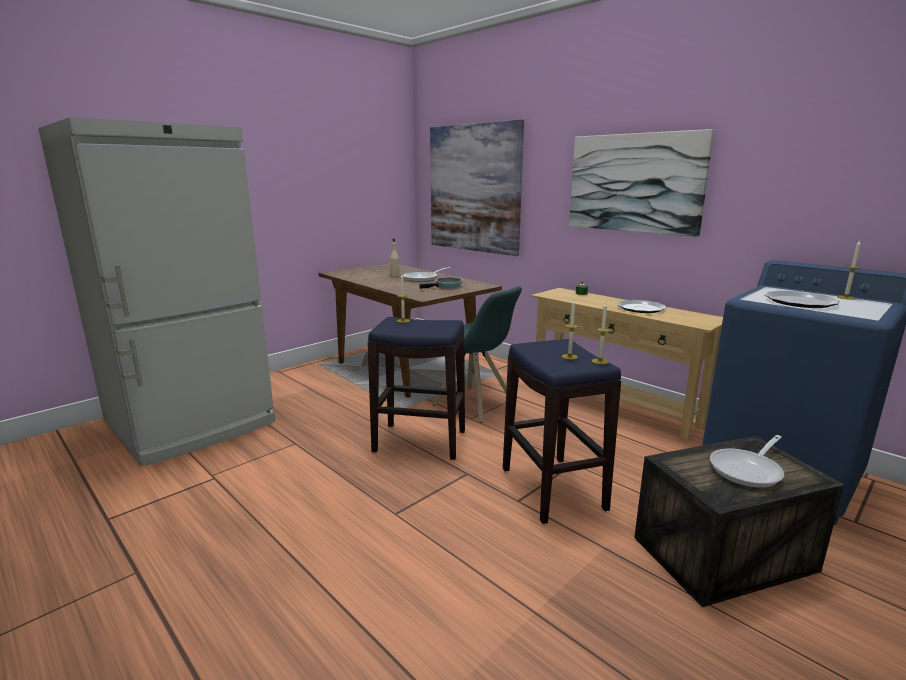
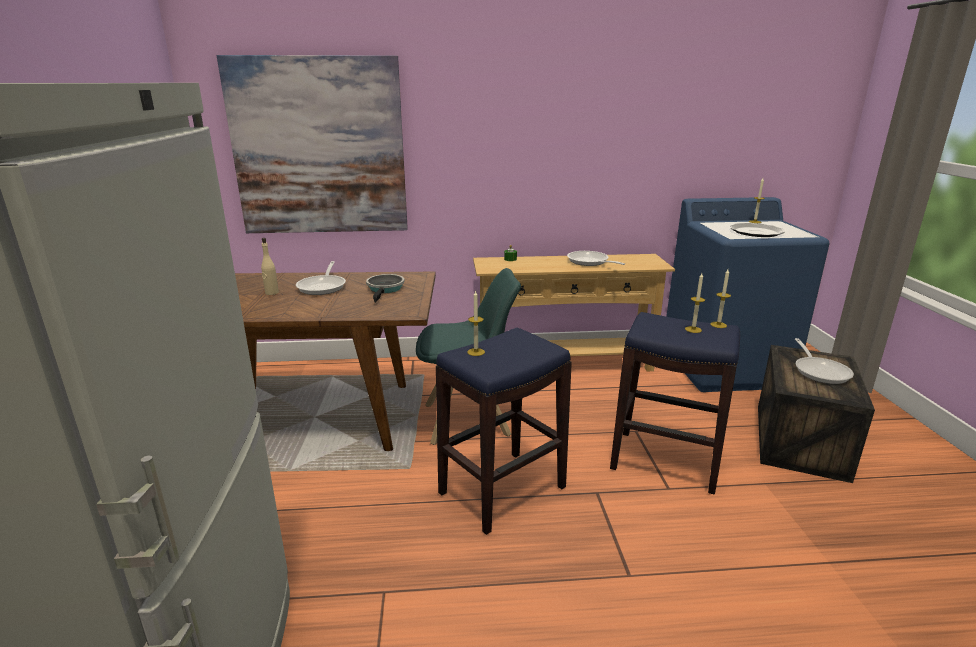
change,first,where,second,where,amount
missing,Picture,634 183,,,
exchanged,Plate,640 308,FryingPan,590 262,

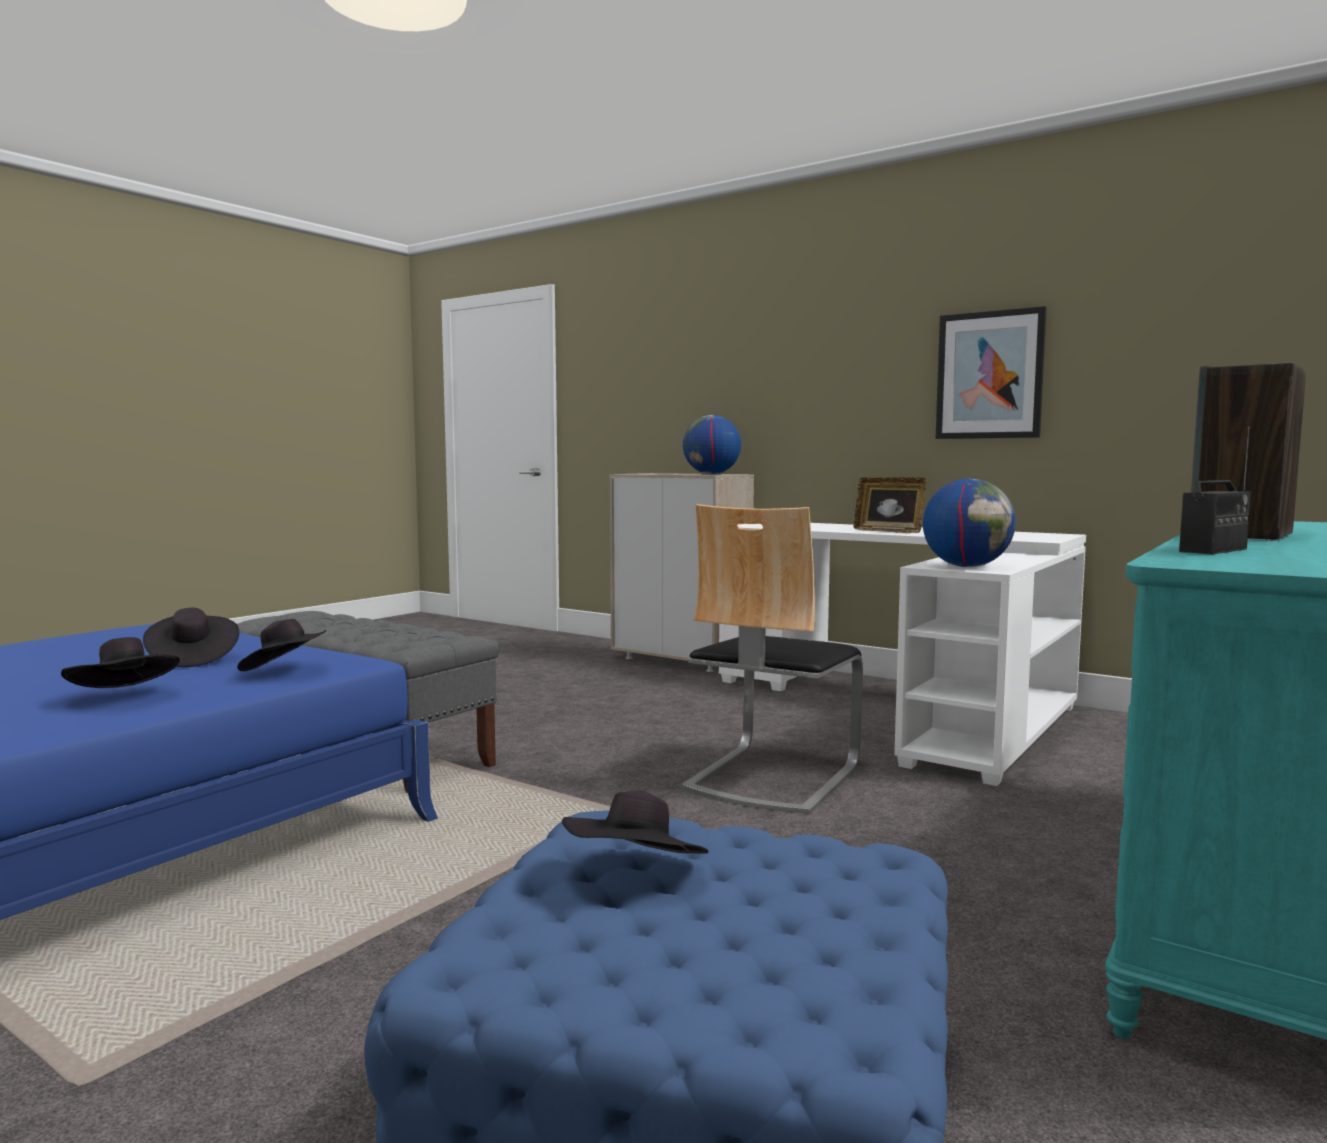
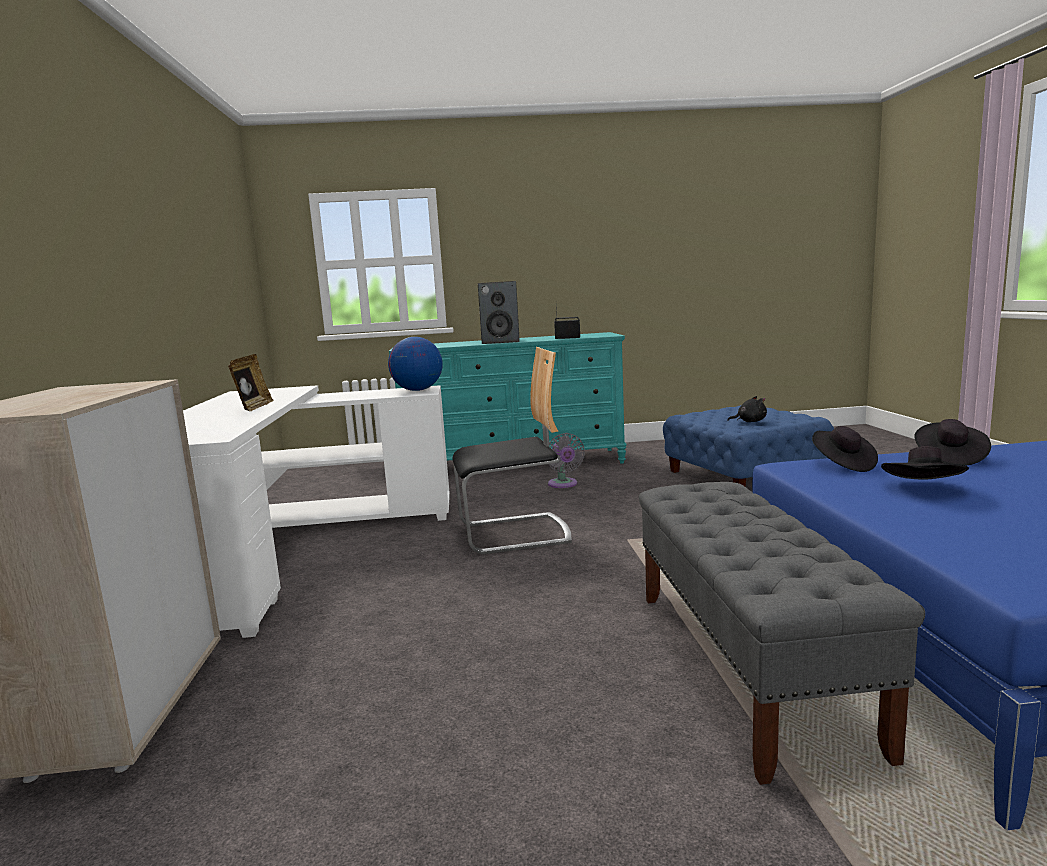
change,first,where,second,where,amount
missing,Globe,711 474,,,
missing,Picture,989 375,,,
appeared,,,GreyFan,563 484,
exchanged,BlackHat,636 875,BlackPlushToy,749 421,

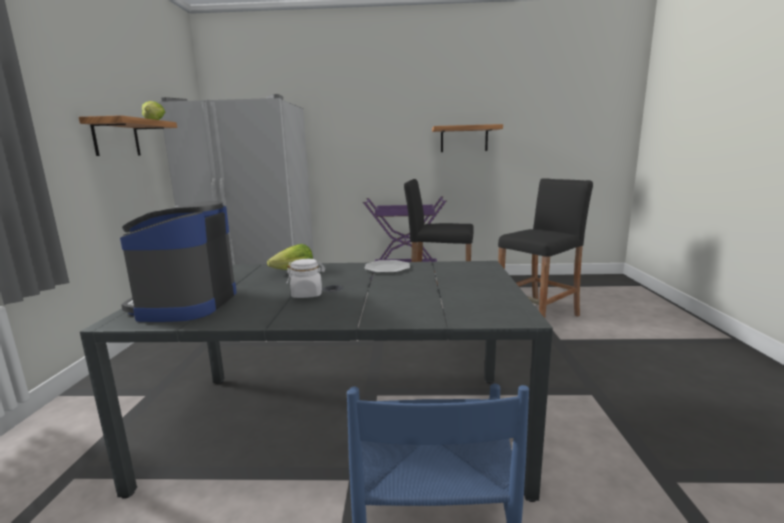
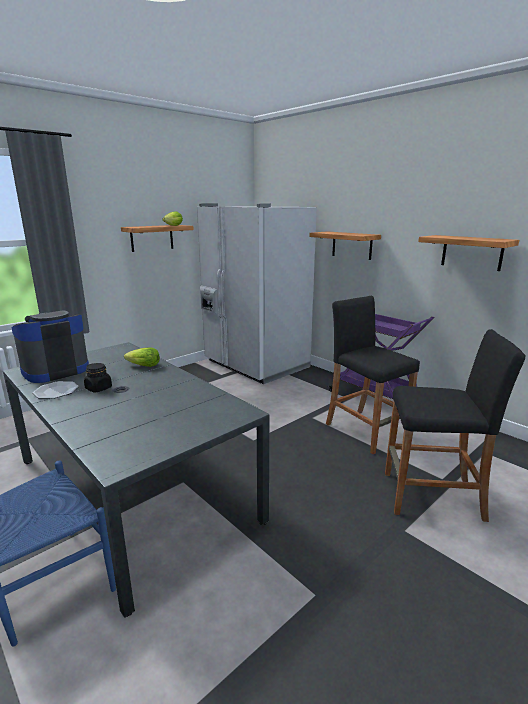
change,first,where,second,where,amount
appeared,,,Shelf,352 245,
relocated,Plate,387 268,,56 391,
colour,WhiteJar,307 294,BlackJar,99 388,

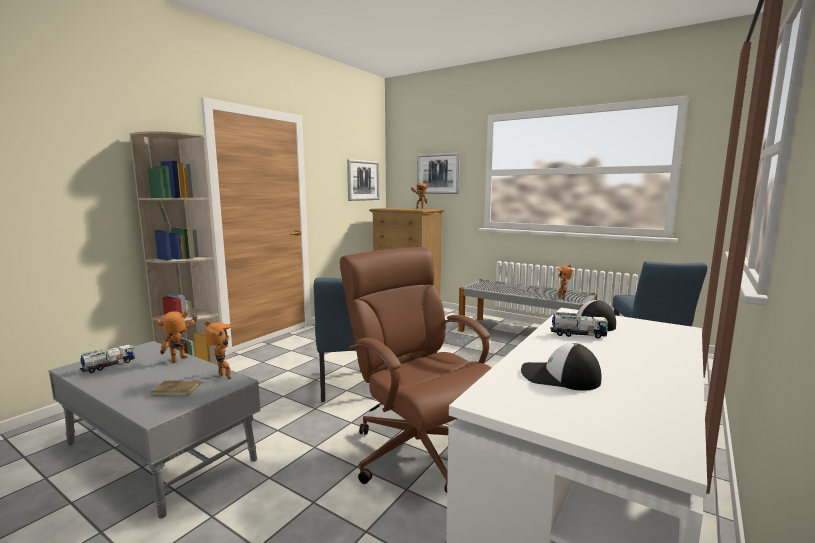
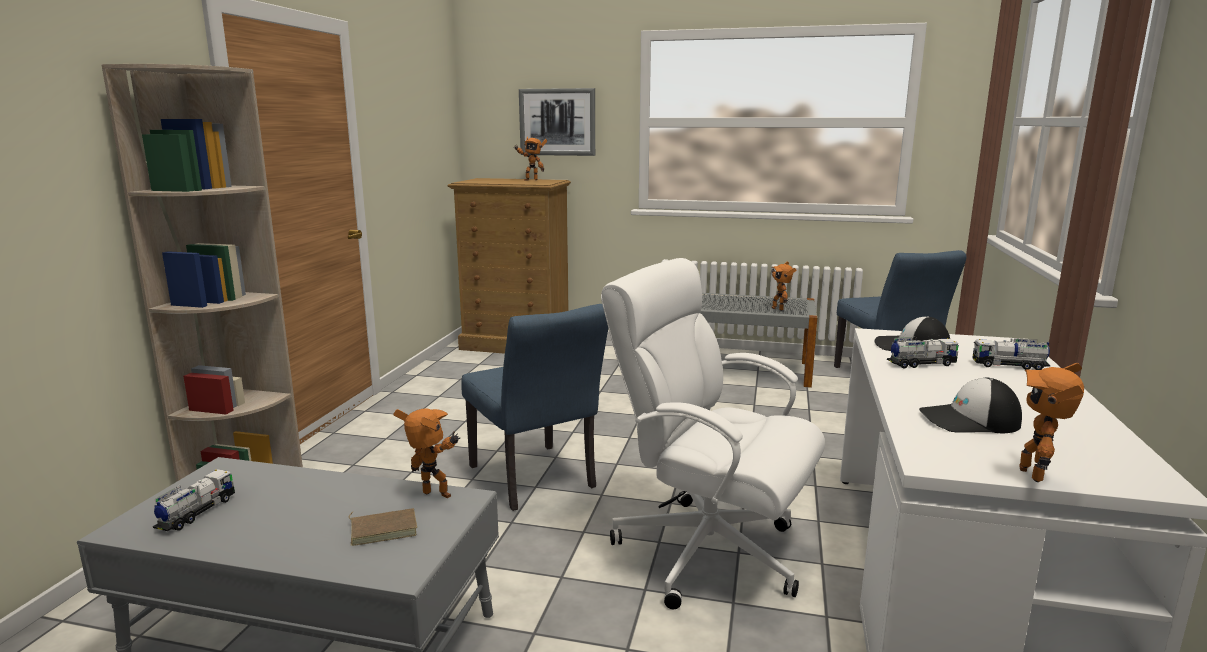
change,first,where,second,where,amount
missing,Picture,363 180,,,
appeared,,,ToyTruck,1009 366,
relocated,ToyRobot,181 360,,1035 474,
colour,BrownOfficeChair,418 452,WhiteOfficeChair,709 553,

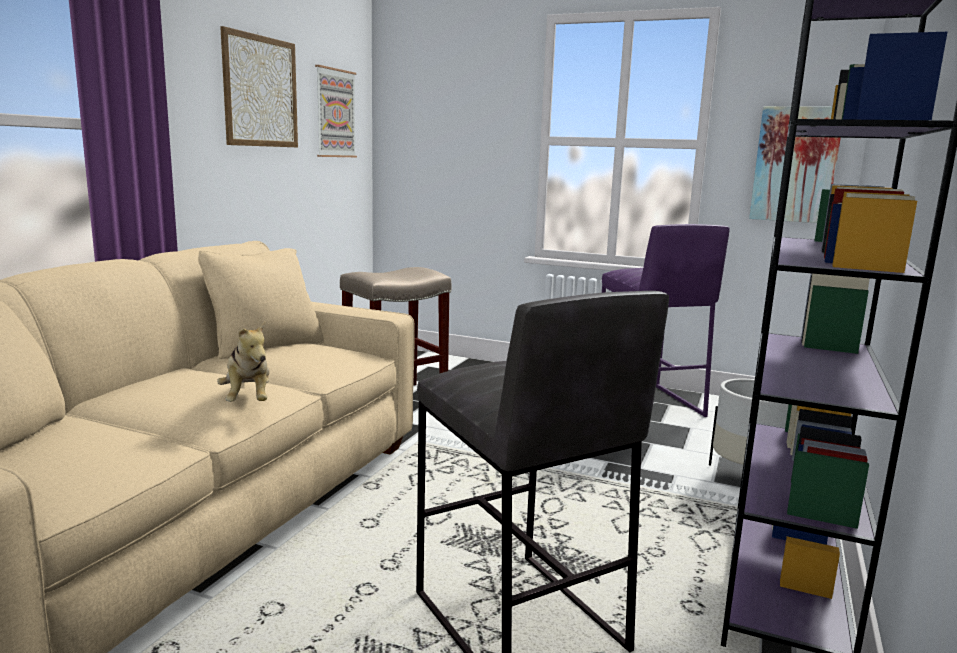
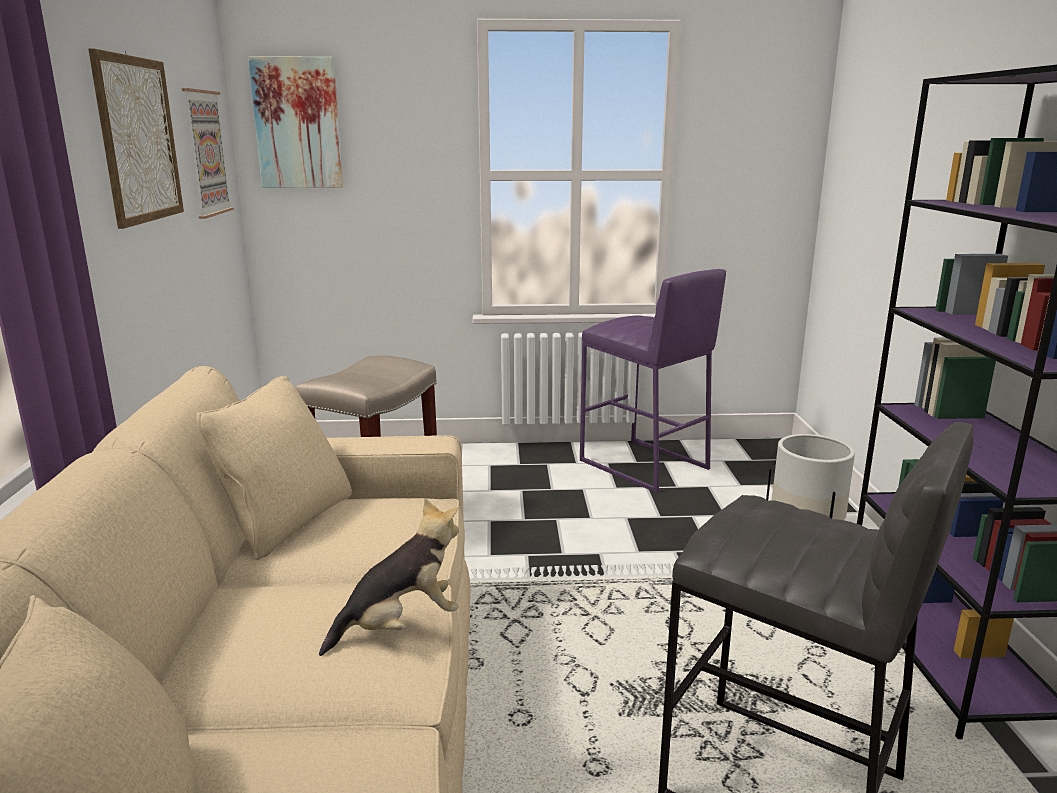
change,first,where,second,where,amount
relocated,Picture,795 164,,298 123,
spun,PlushToy,248 400,,400 626,75 degrees counterclockwise

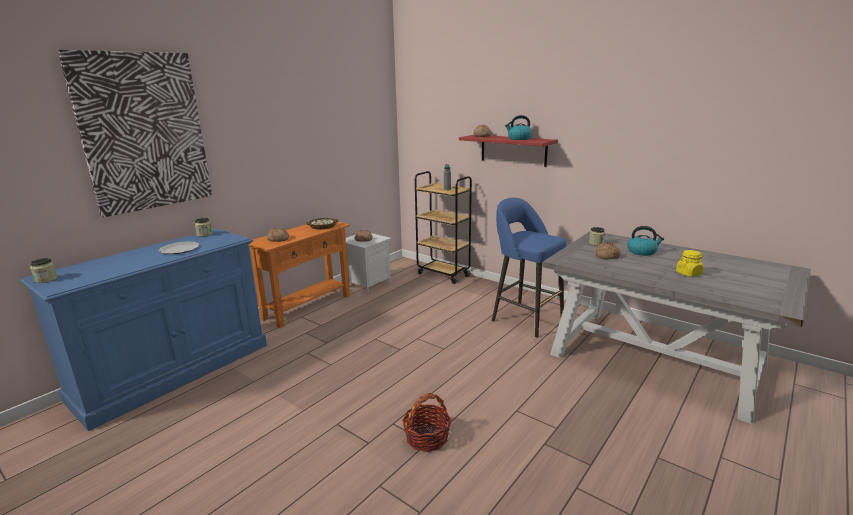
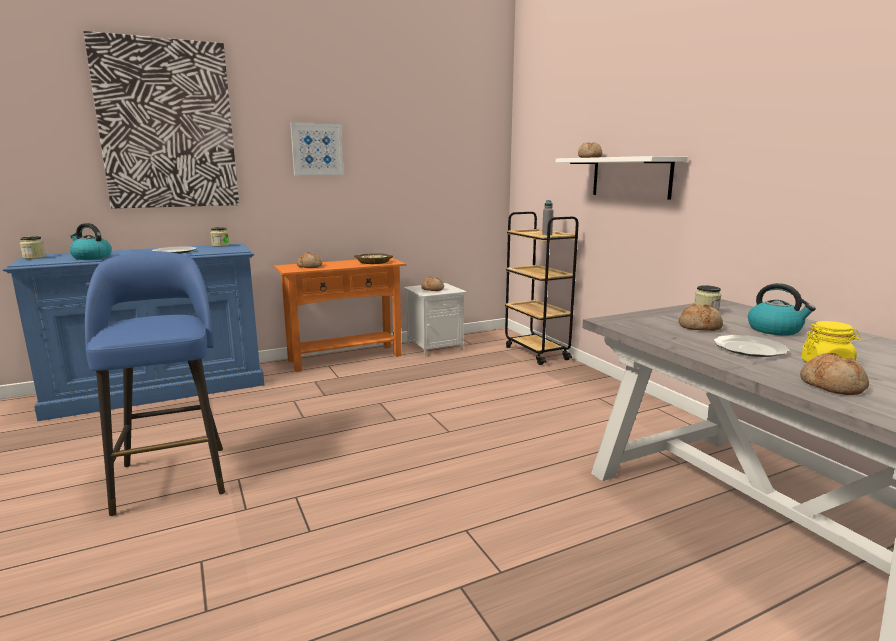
change,first,where,second,where,amount
missing,Basket,427 437,,,
appeared,,,Picture,317 149,
appeared,,,Plate,750 349,
appeared,,,Bread,832 386,
relocated,BlueStool,525 318,,173 476,
relocated,Kettle,519 139,,91 257,
colour,RedShelf,513 150,WhiteShelf,630 177,

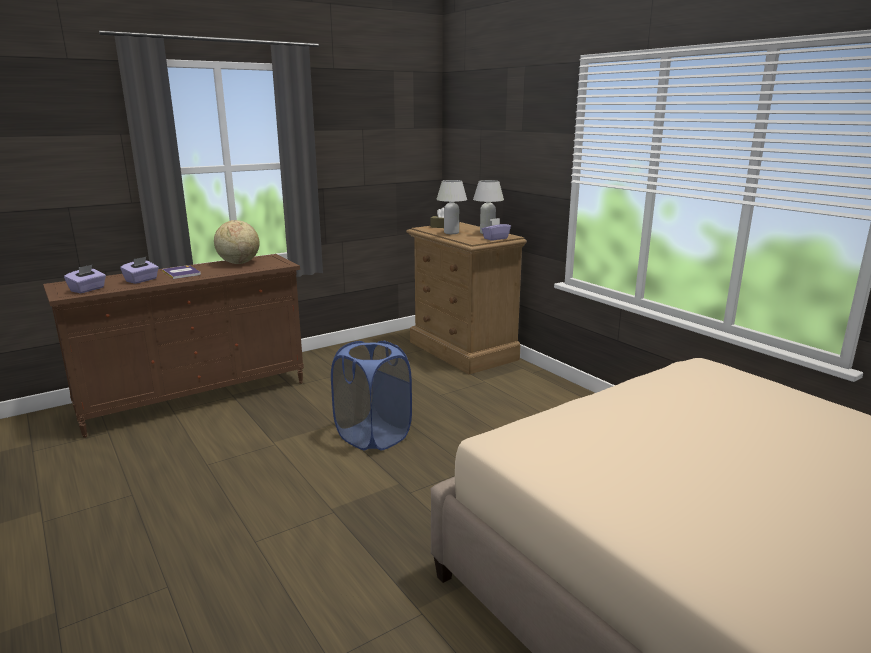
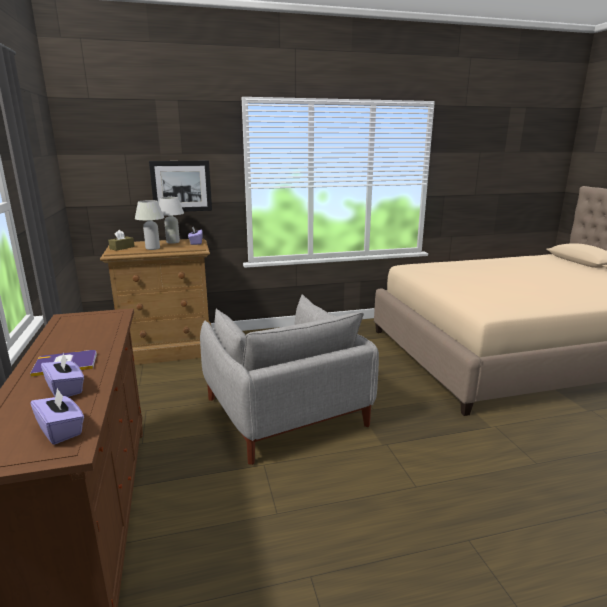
change,first,where,second,where,amount
missing,Globe,238 263,,,
appeared,,,Picture,181 186,
exchanged,BlueLaundryBasket,373 436,GreyArmchair,284 412,

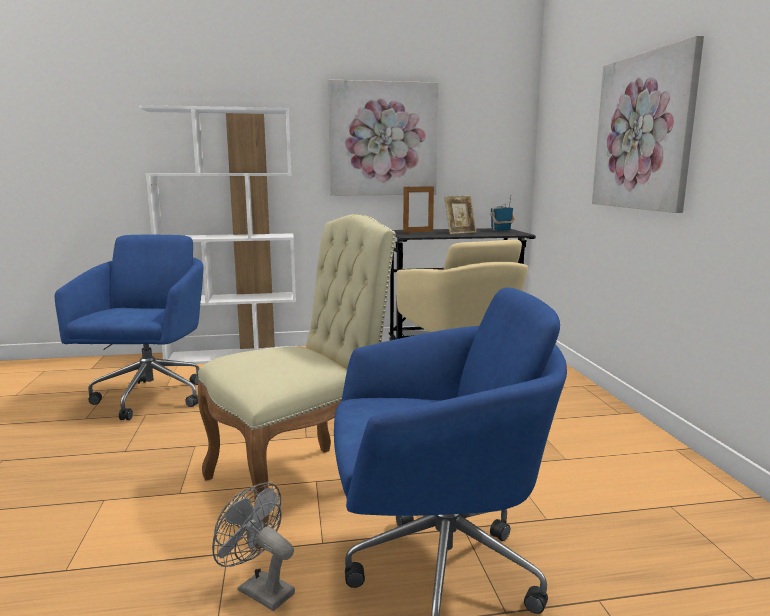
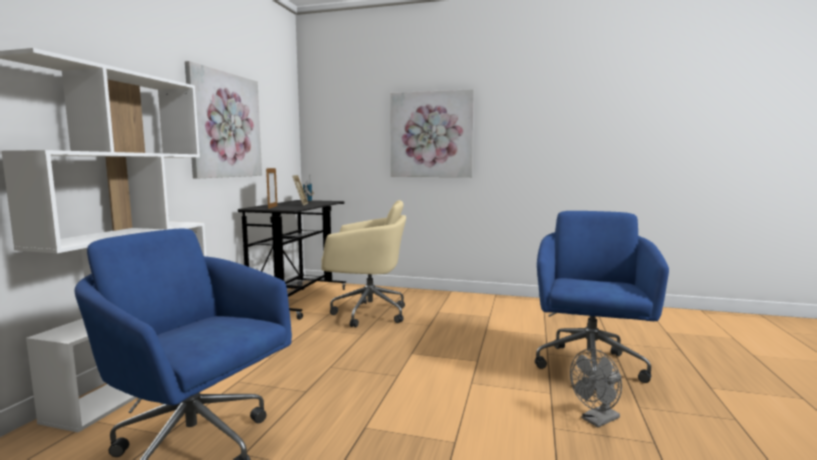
change,first,where,second,where,amount
missing,BeigeChair,297 486,,,

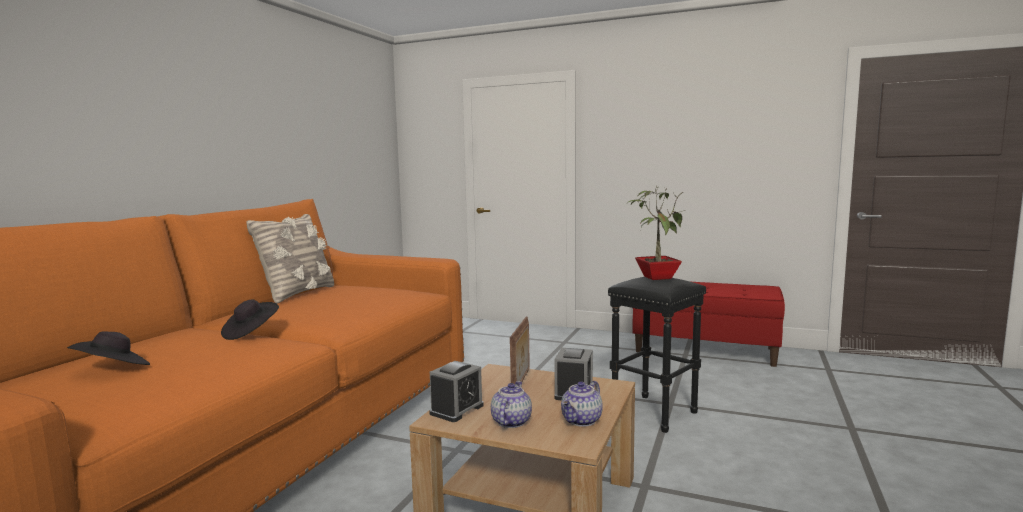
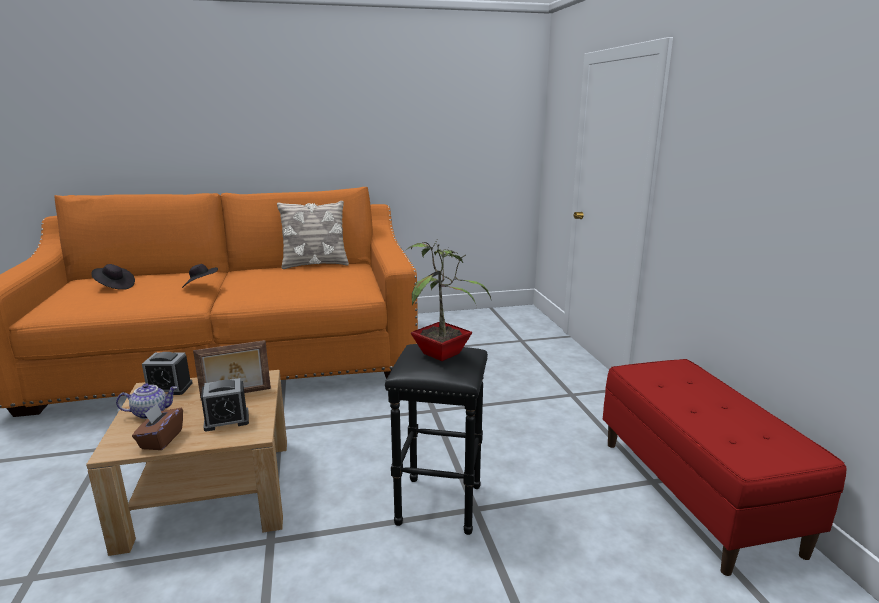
change,first,where,second,where,amount
exchanged,Teapot,582 421,BrownTissueBox,161 440,

